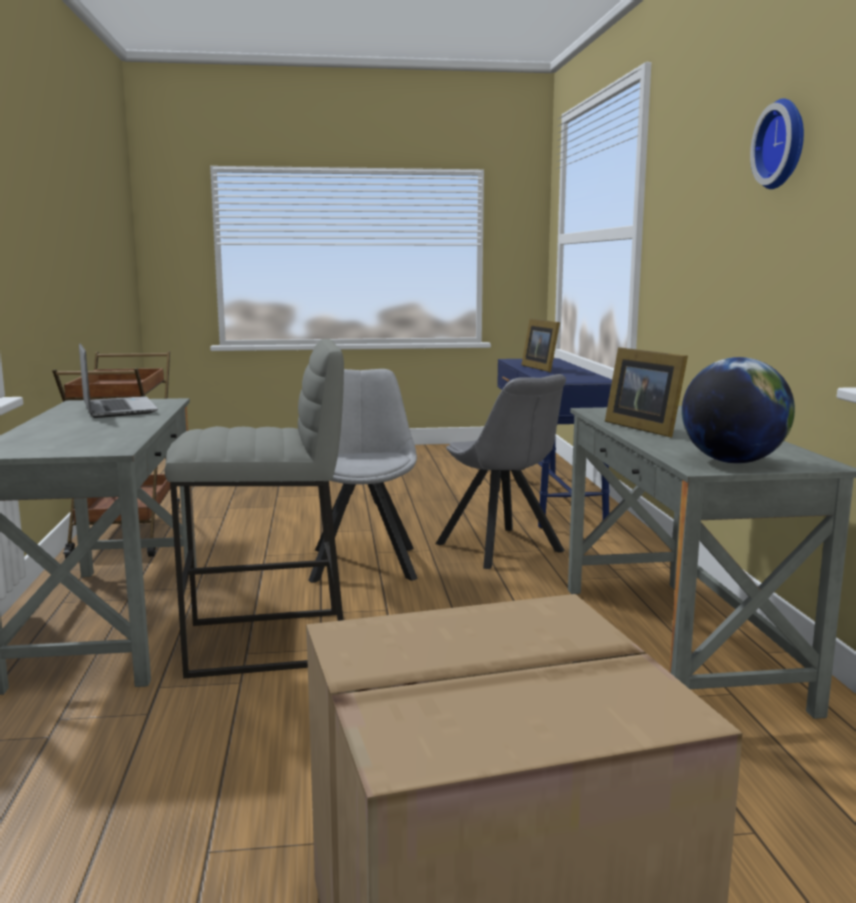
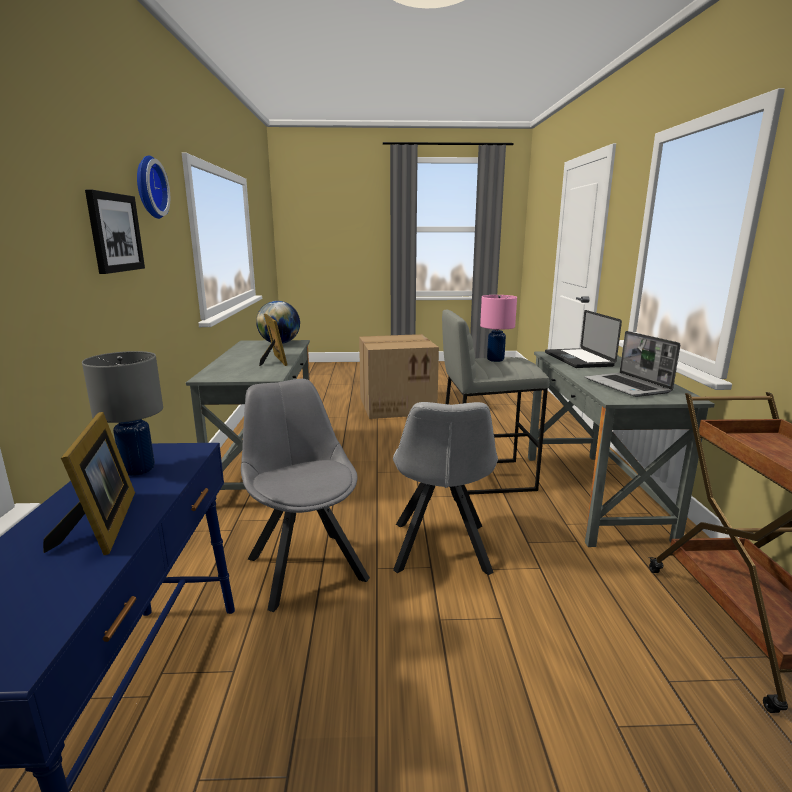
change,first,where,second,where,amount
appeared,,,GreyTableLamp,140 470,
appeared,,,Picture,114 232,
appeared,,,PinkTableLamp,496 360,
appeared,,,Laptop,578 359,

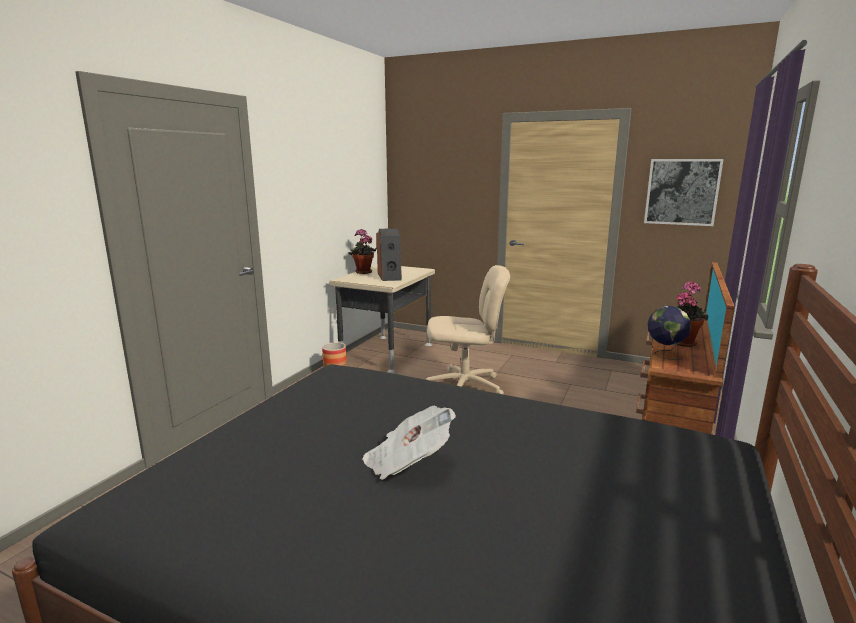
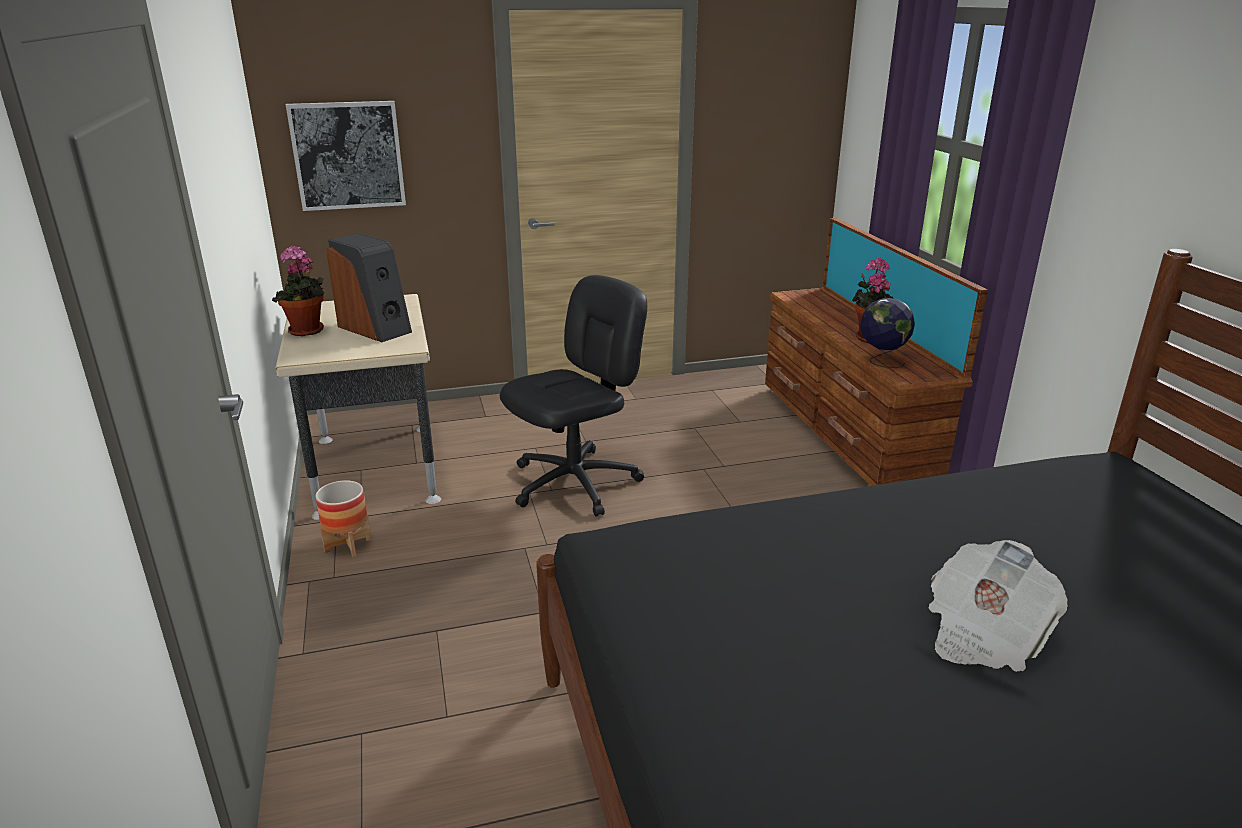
change,first,where,second,where,amount
relocated,Picture,682 192,,348 155,
colour,BeigeOfficeChair,464 386,BlackOfficeChair,575 482,

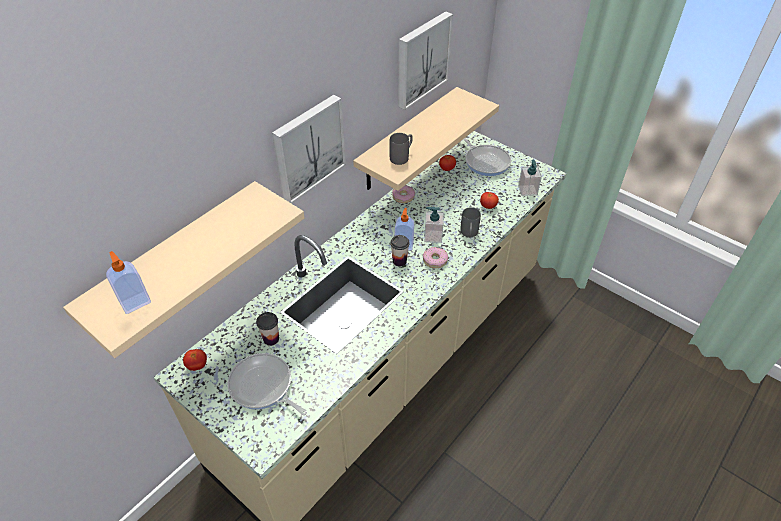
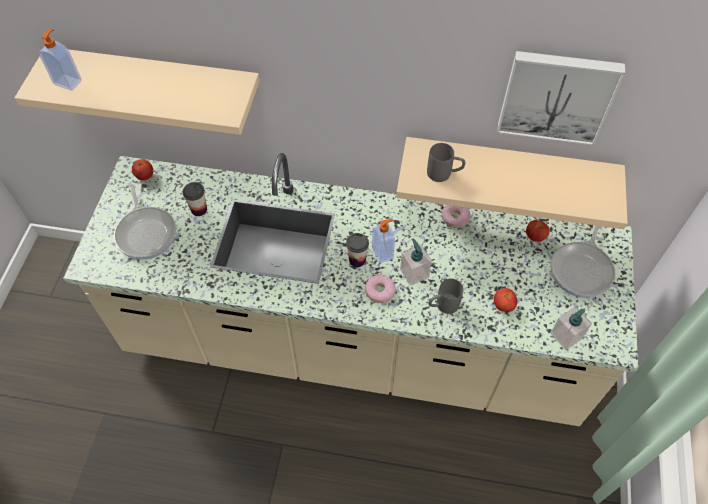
change,first,where,second,where,amount
missing,Picture,308 148,,,
spun,FryingPan,263 387,,146 232,150 degrees clockwise

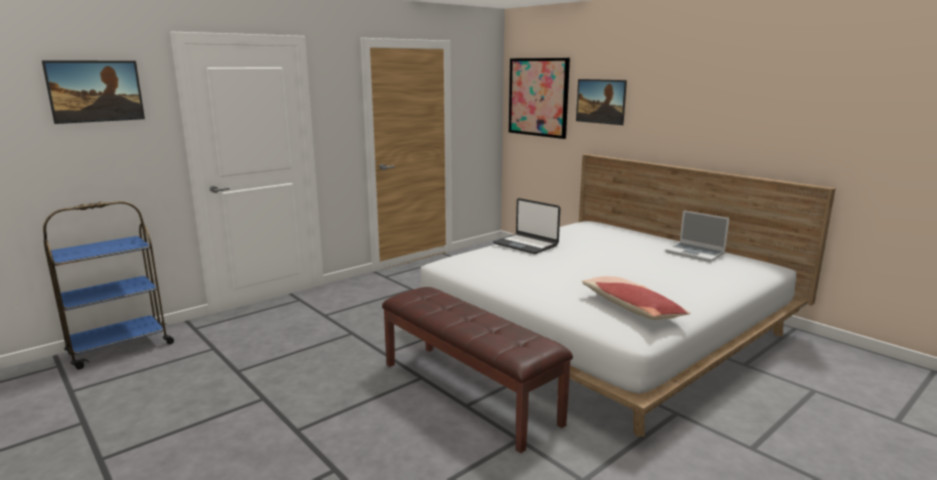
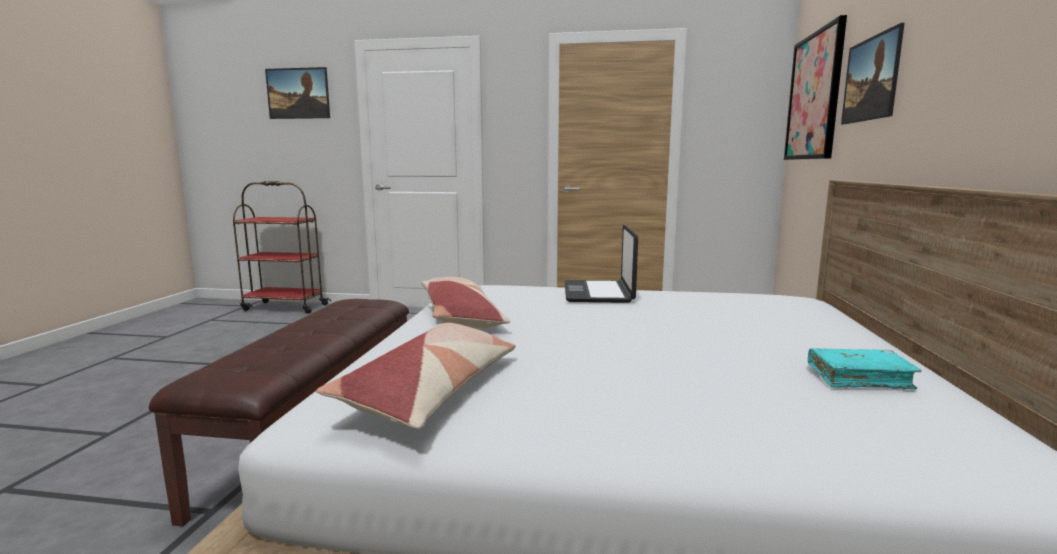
change,first,where,second,where,amount
appeared,,,Pillow,461 317,
exchanged,Laptop,696 253,TurquoiseBook,859 378,
colour,BlueCart,119 349,RedCart,284 307,

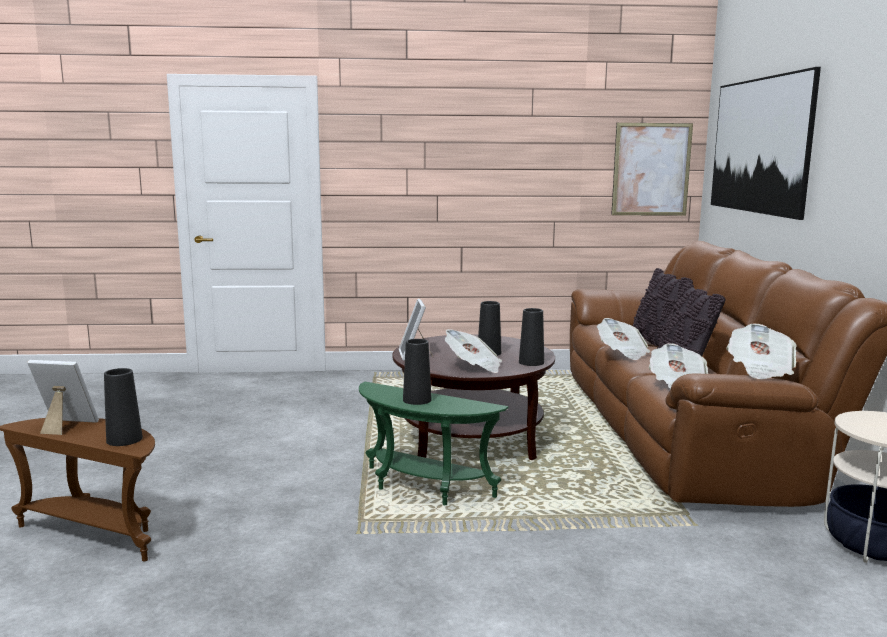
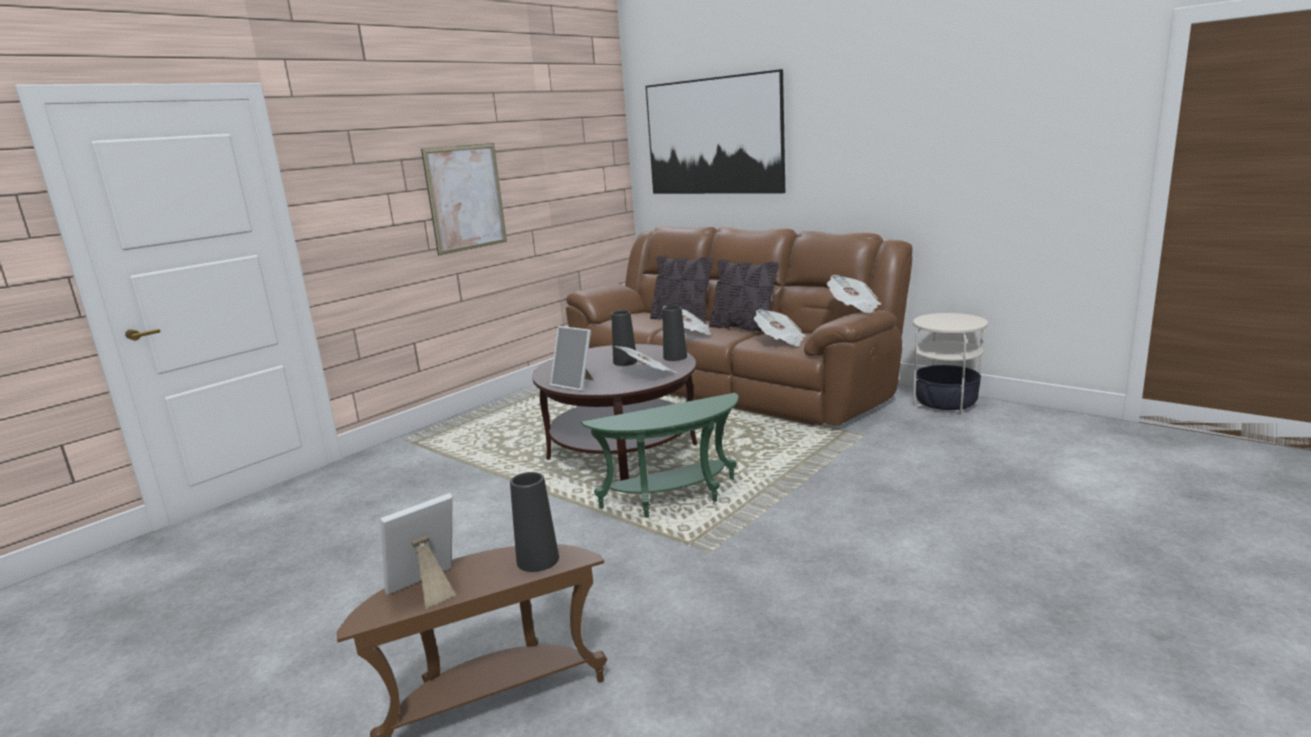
change,first,where,second,where,amount
missing,BlackVase,417 400,,,
relocated,Picture,651 169,,466 198,

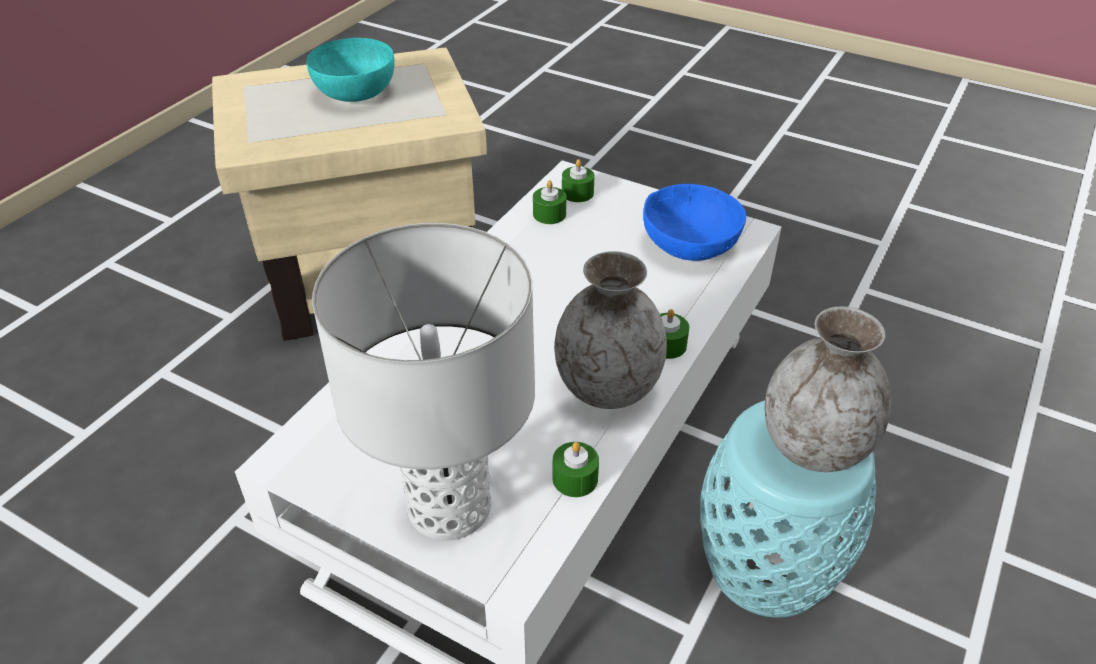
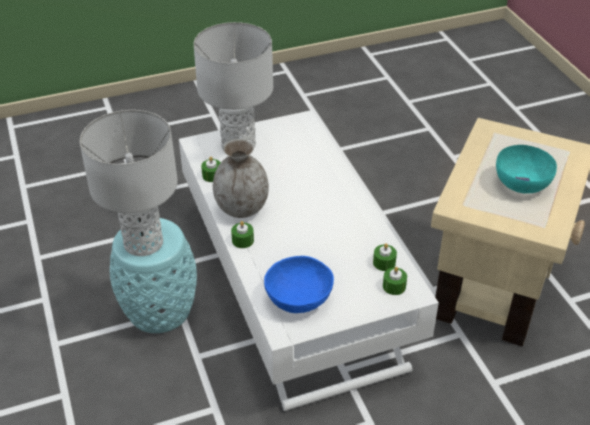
change,first,where,second,where,amount
exchanged,GreyVase,814 448,WhiteTableLamp,142 242,

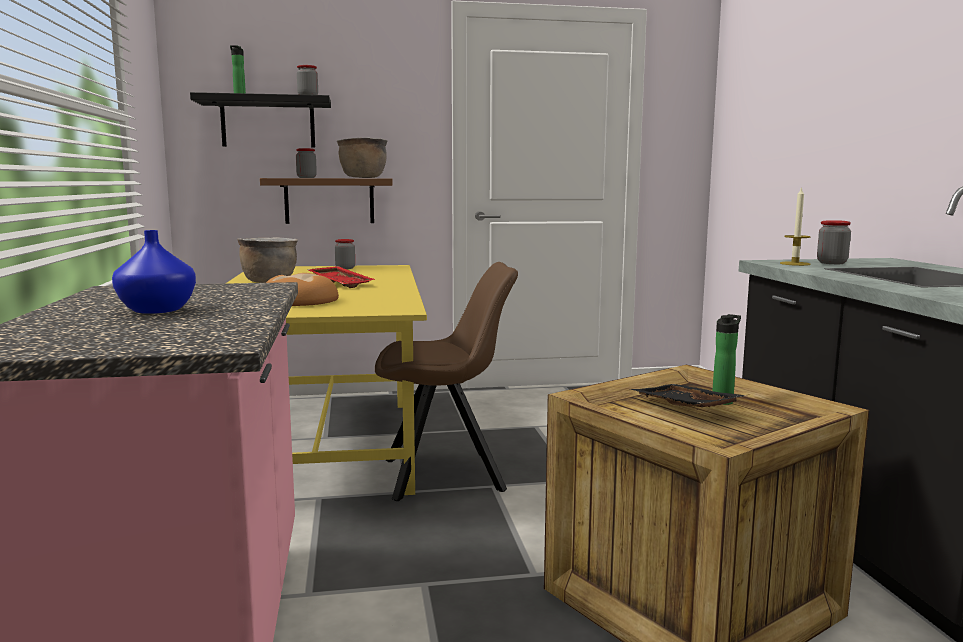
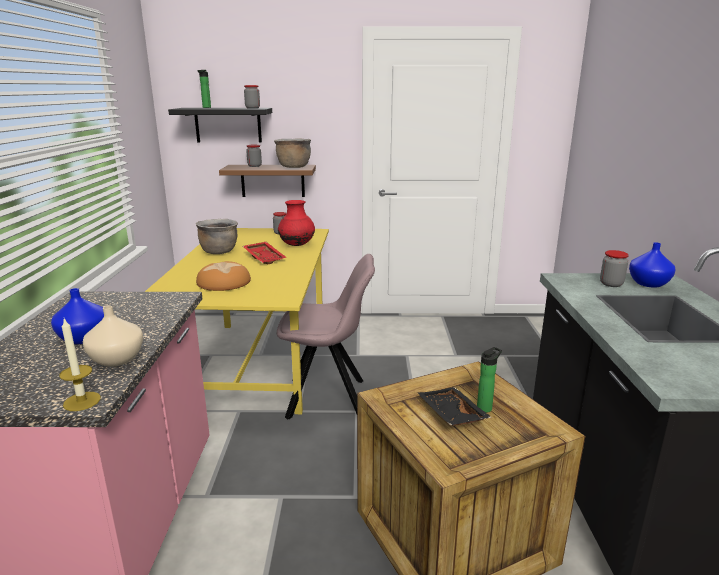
change,first,where,second,where,amount
appeared,,,BeigeVase,117 360,
appeared,,,RedVase,297 245,
appeared,,,BlueVase,648 283,
relocated,Candle,795 264,,82 401,
colour,BrownChair,445 475,PinkChair,327 398,

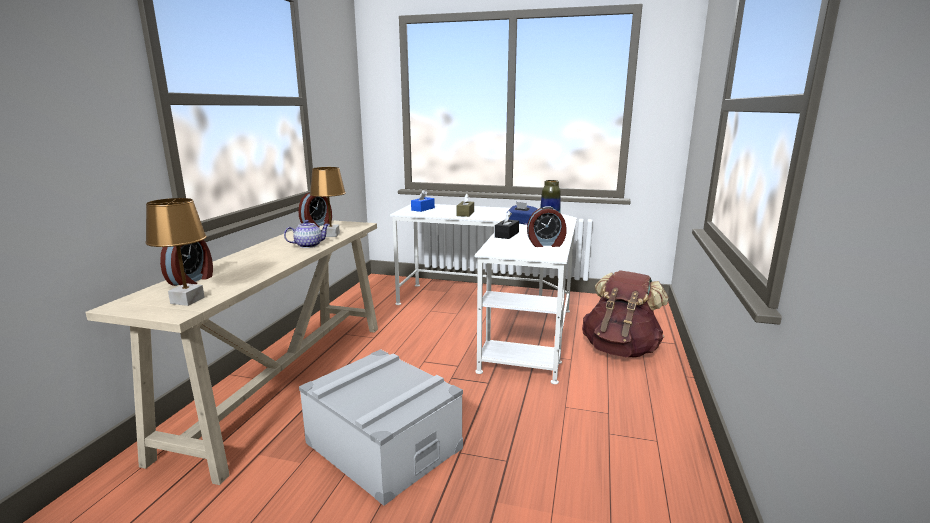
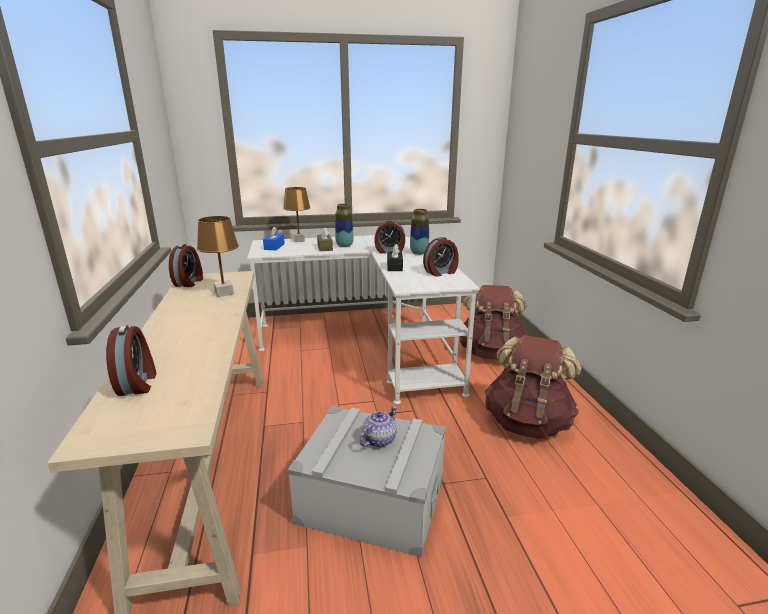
change,first,where,second,where,amount
appeared,,,Vase,344 246,
appeared,,,BrownBackpack,527 423,
relocated,BrownTableLamp,187 300,,298 240,
relocated,Teapot,308 245,,378 440,
exchanged,BlueTissueBox,521 222,AlarmClock,389 251,

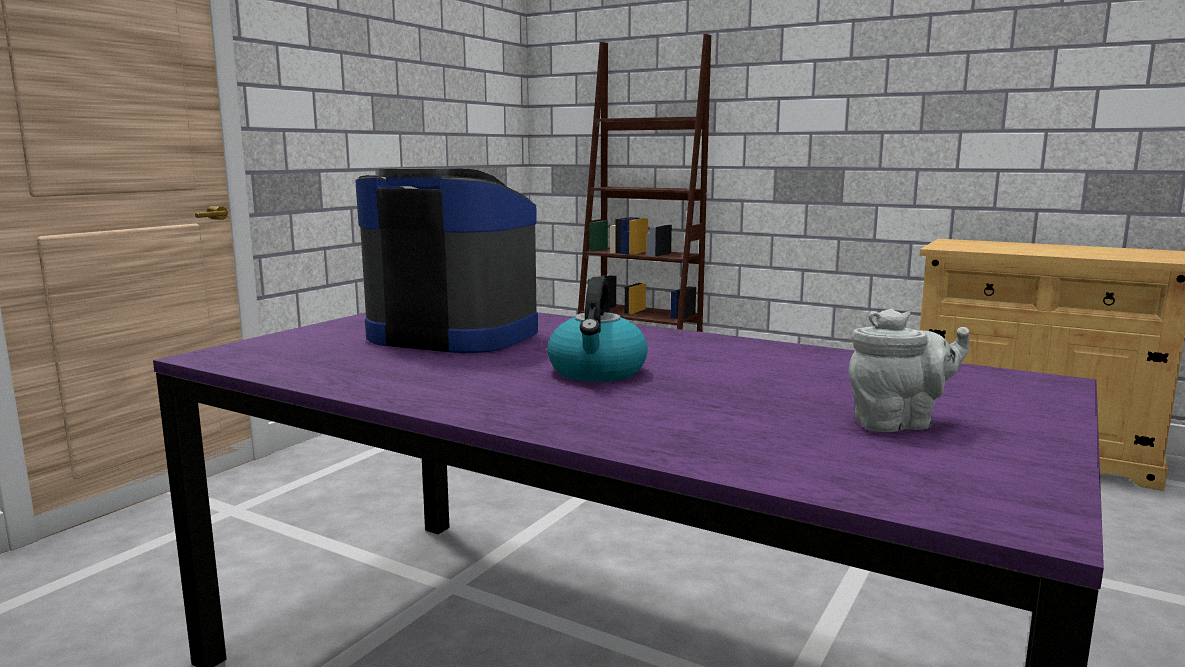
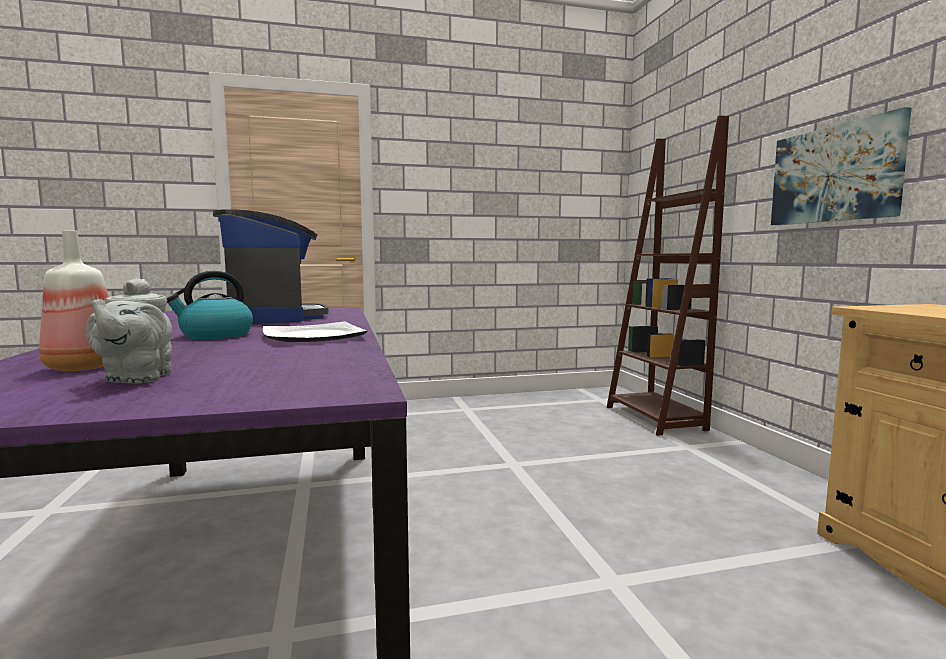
change,first,where,second,where,amount
appeared,,,Bottle,81 367,
appeared,,,Plate,313 336,
appeared,,,Picture,835 174,
spun,GreyTeapot,898 423,,136 378,45 degrees clockwise

